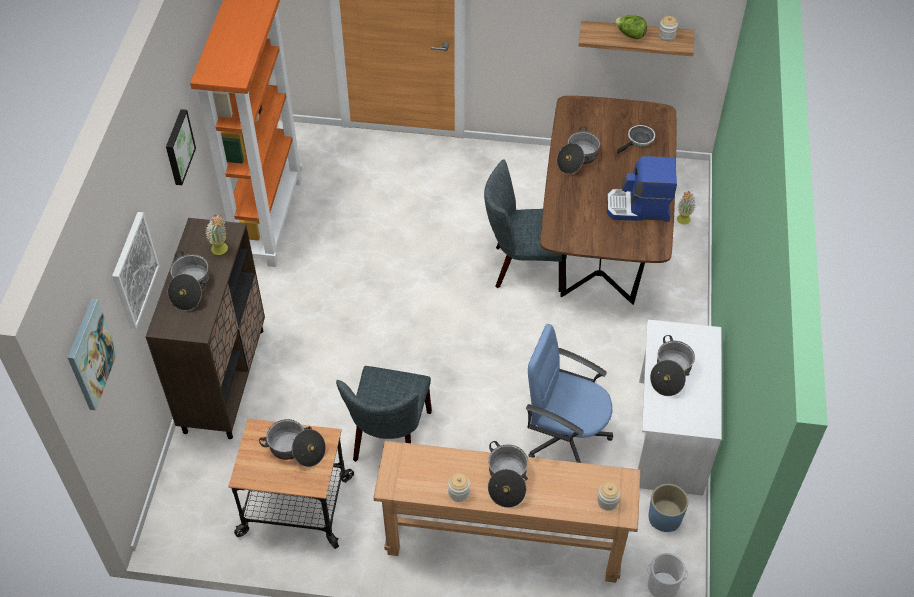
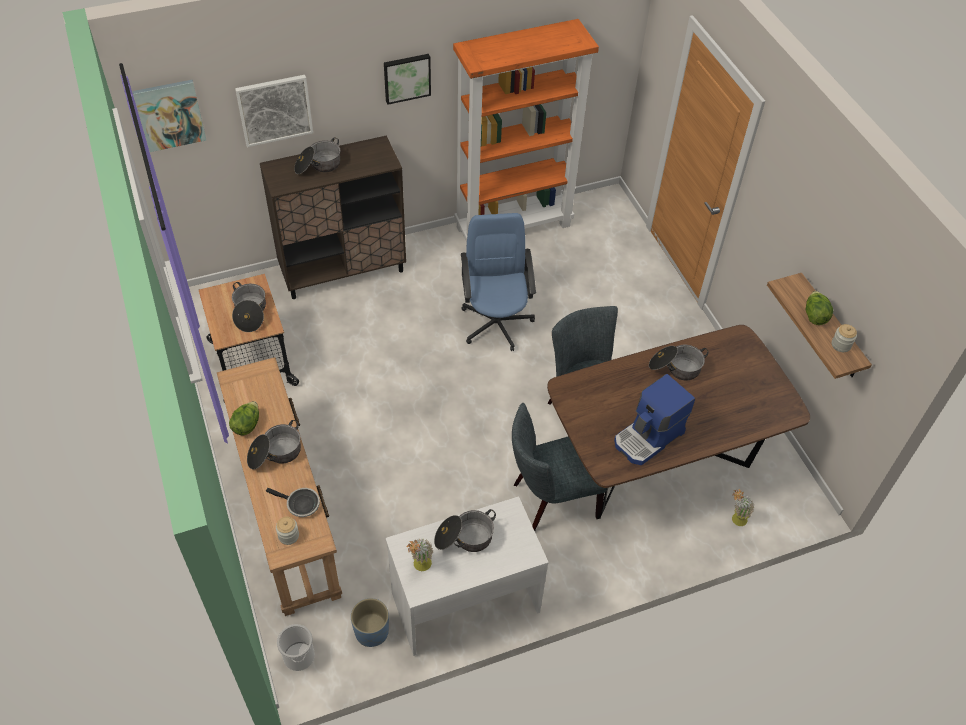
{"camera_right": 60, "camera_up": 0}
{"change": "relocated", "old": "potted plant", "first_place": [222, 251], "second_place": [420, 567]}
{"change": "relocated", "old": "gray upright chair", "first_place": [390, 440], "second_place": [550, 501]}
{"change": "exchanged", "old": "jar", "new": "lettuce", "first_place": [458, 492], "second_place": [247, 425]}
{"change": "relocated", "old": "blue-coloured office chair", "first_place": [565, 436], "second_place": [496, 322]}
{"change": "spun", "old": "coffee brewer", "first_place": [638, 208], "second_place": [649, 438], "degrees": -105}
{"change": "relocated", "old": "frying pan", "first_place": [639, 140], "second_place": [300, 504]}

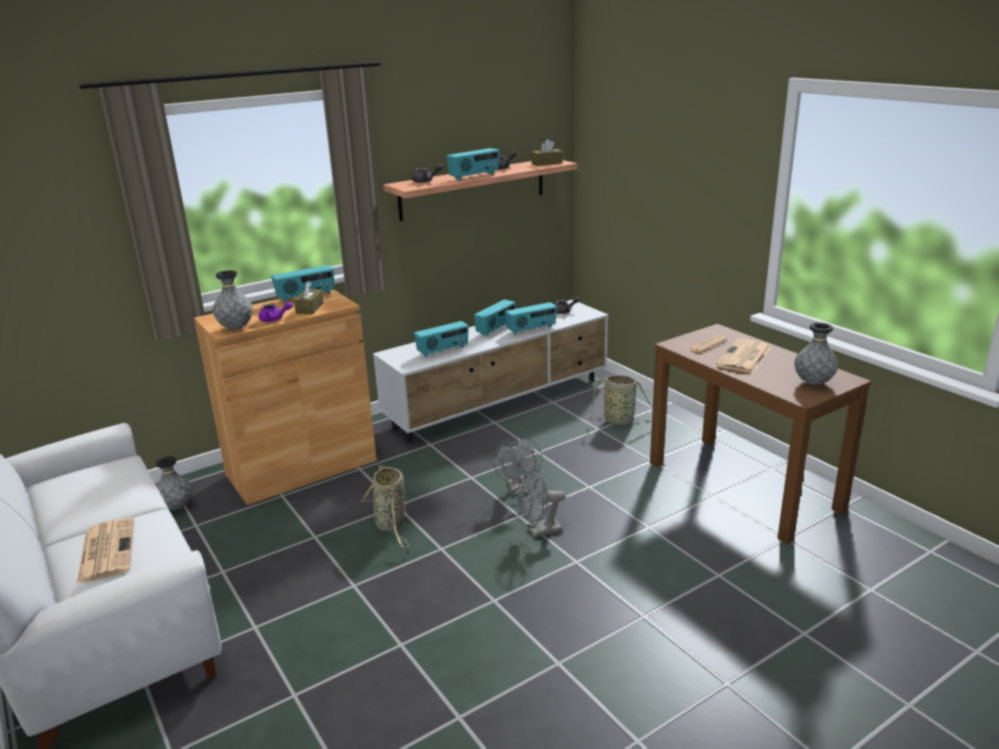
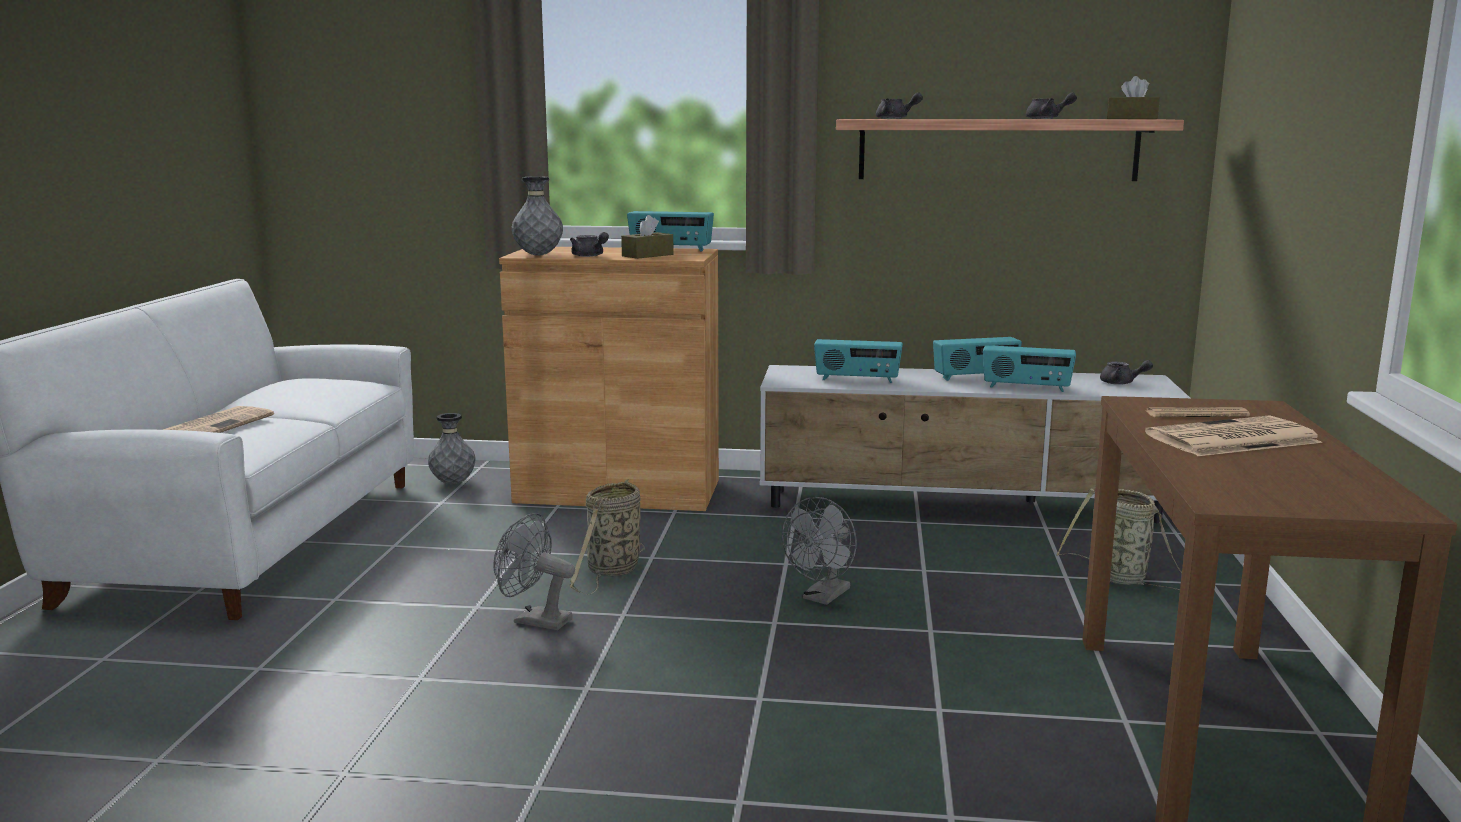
{"camera_right": 40, "camera_up": -10}
{"change": "colour", "old": "purple teapot", "new": "gray teapot", "first_place": [274, 319], "second_place": [589, 256]}
{"change": "missing", "old": "radio receiver", "first_place": [474, 176]}
{"change": "relocated", "old": "gray cooling fan", "first_place": [539, 531], "second_place": [534, 620]}
{"change": "missing", "old": "gray vase", "first_place": [813, 383]}

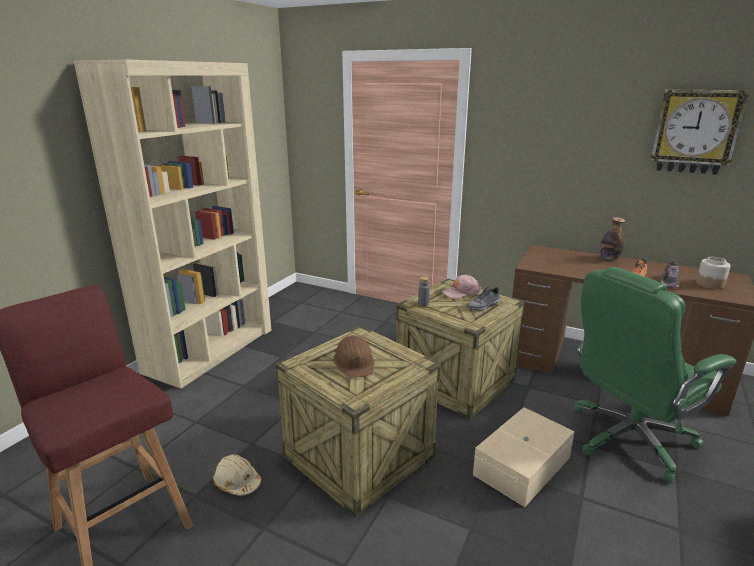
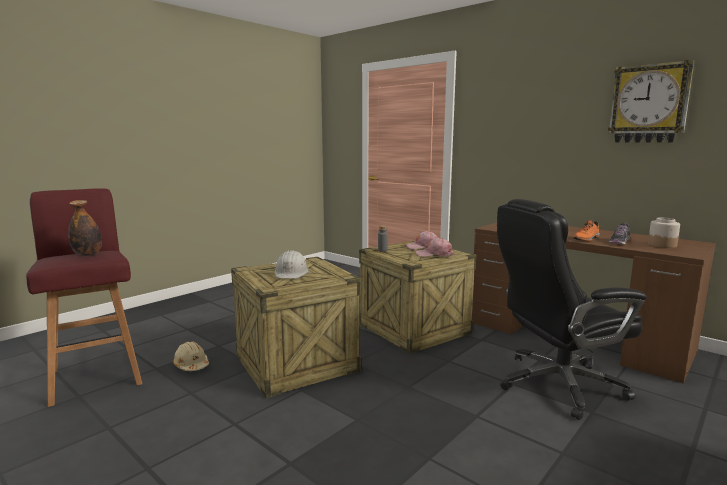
{"camera_right": 15, "camera_up": -10}
{"change": "missing", "old": "beige-coloured shelving unit", "first_place": [211, 350]}
{"change": "colour", "old": "brown hard hat", "new": "white-coloured hard hat", "first_place": [354, 363], "second_place": [291, 272]}
{"change": "exchanged", "old": "gray shoe", "new": "pinkish peaked cap", "first_place": [484, 306], "second_place": [434, 254]}
{"change": "missing", "old": "beige-coloured storage bin", "first_place": [524, 466]}
{"change": "colour", "old": "green office chair", "new": "black office chair", "first_place": [628, 438], "second_place": [556, 384]}
{"change": "relocated", "old": "drink bottle", "first_place": [609, 258], "second_place": [87, 254]}

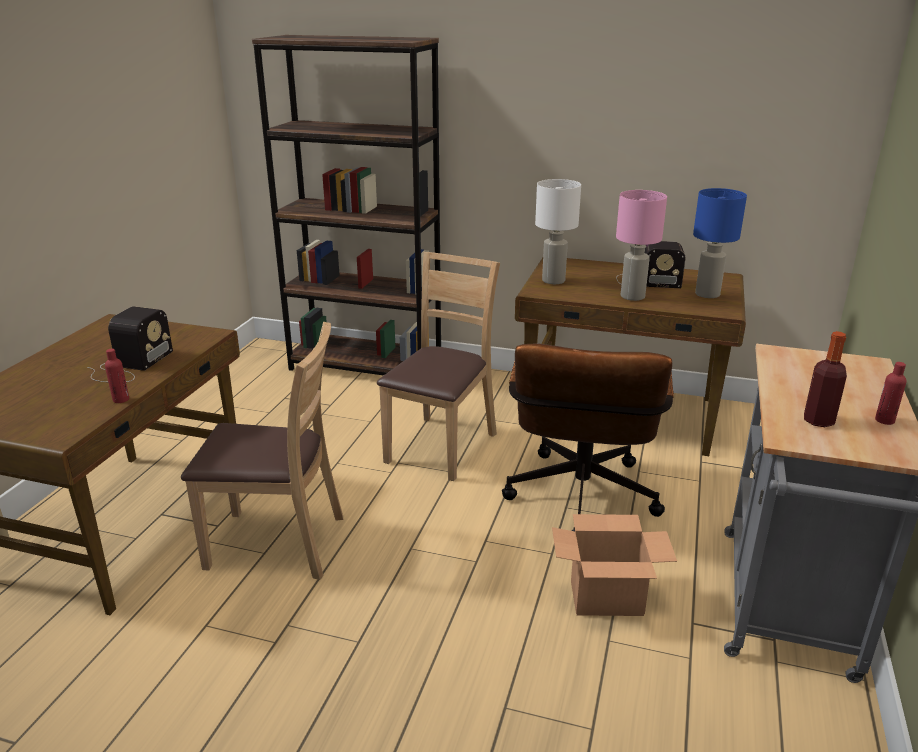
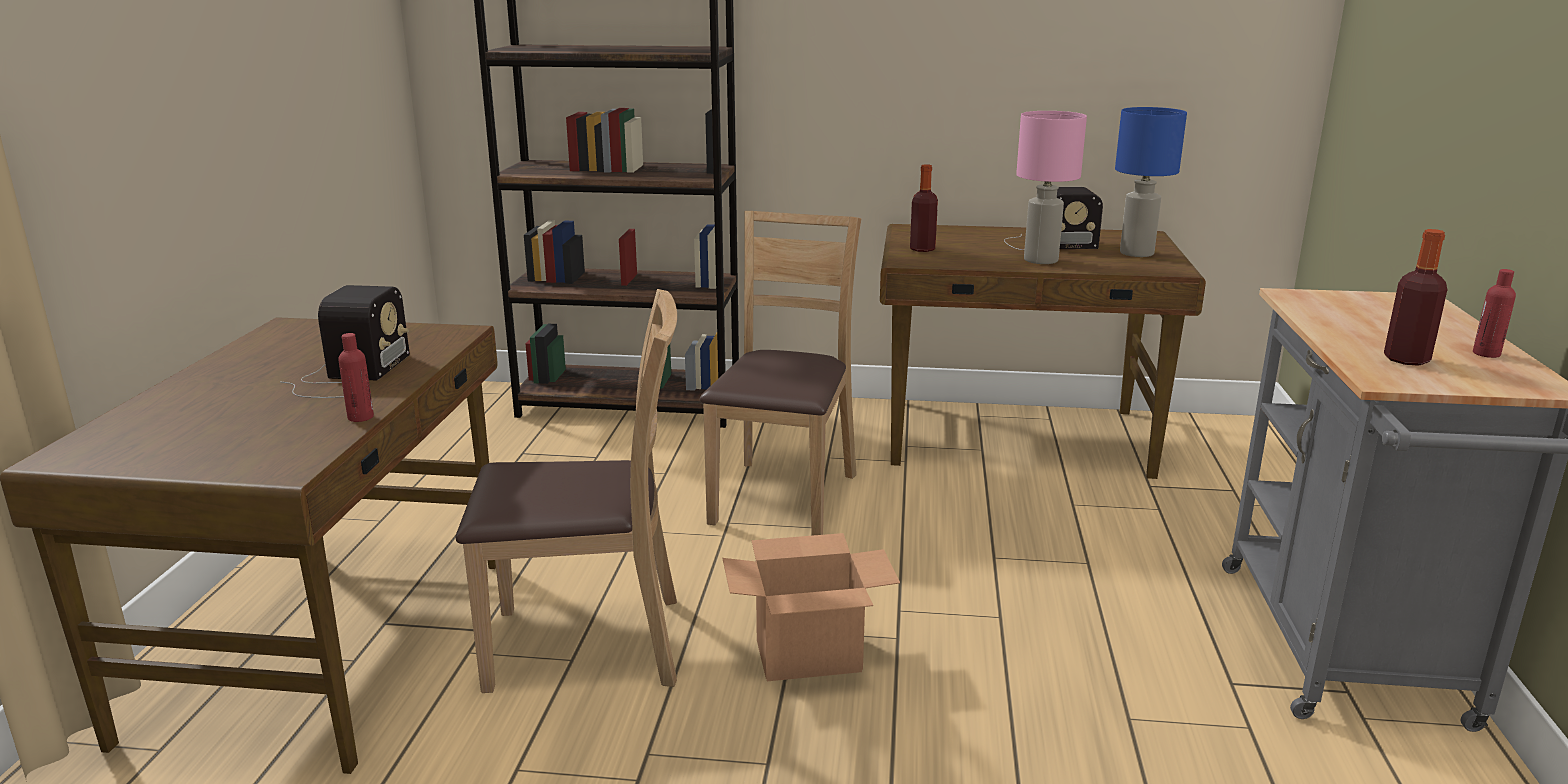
{"camera_right": -10, "camera_up": -5}
{"change": "missing", "old": "brown office chair", "first_place": [580, 502]}
{"change": "exchanged", "old": "white-coloured lamp for a table", "new": "drink bottle", "first_place": [553, 281], "second_place": [922, 249]}
{"change": "relocated", "old": "packing box", "first_place": [607, 598], "second_place": [809, 656]}

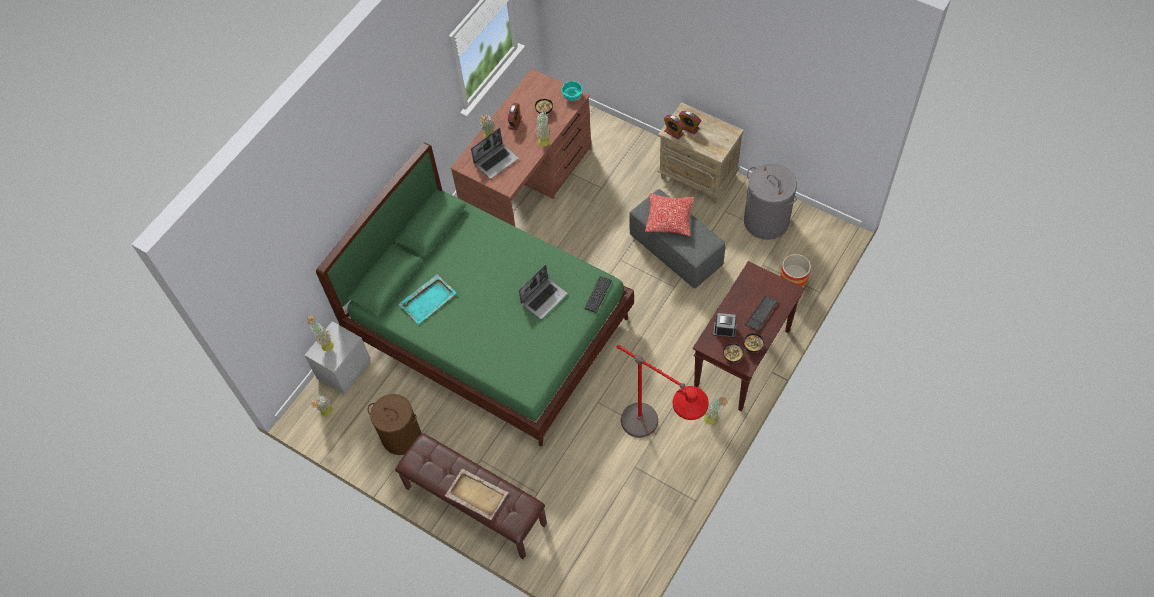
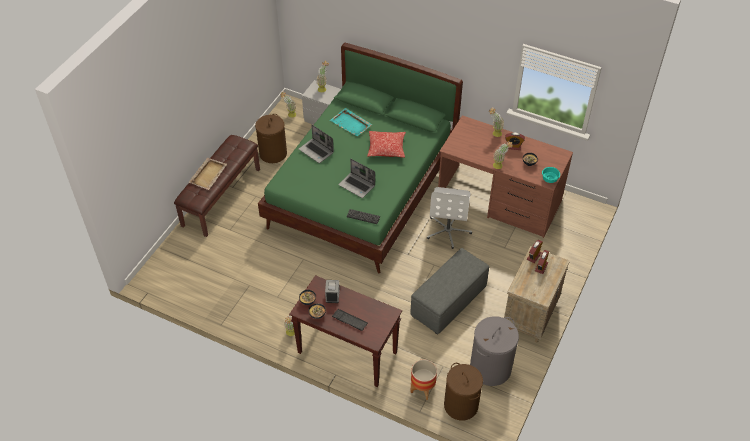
{"camera_right": 80, "camera_up": -10}
{"change": "relocated", "old": "portable computer", "first_place": [496, 161], "second_place": [316, 151]}
{"change": "missing", "old": "reddish standing lamp", "first_place": [657, 439]}
{"change": "relocated", "old": "pillow", "first_place": [669, 219], "second_place": [386, 148]}
{"change": "appeared", "new": "white-coloured office chair", "second_place": [448, 230]}
{"change": "appeared", "new": "brown laundry basket", "second_place": [461, 405]}

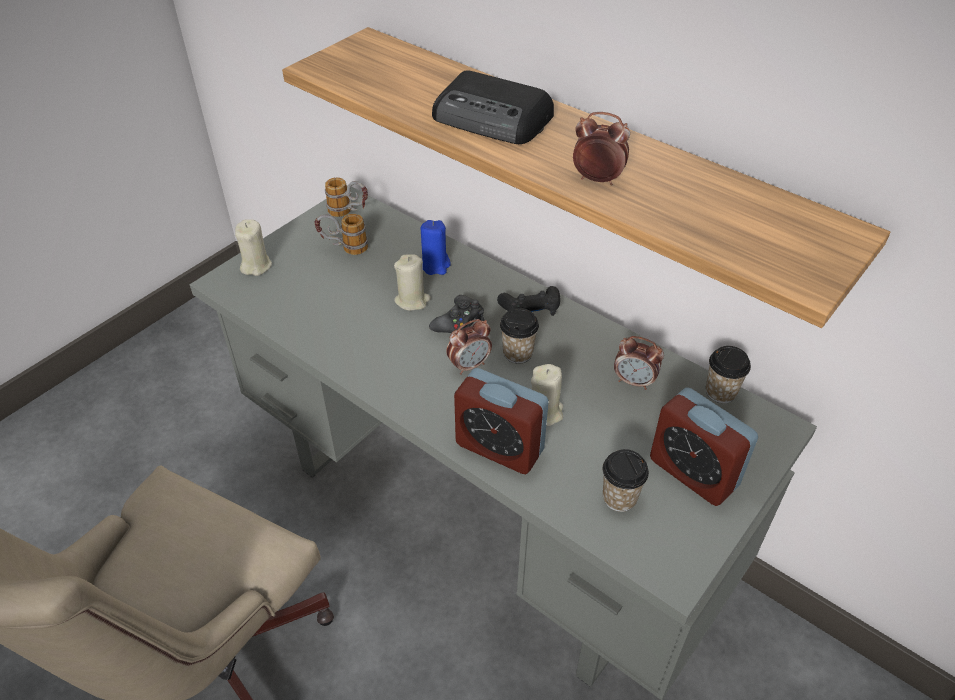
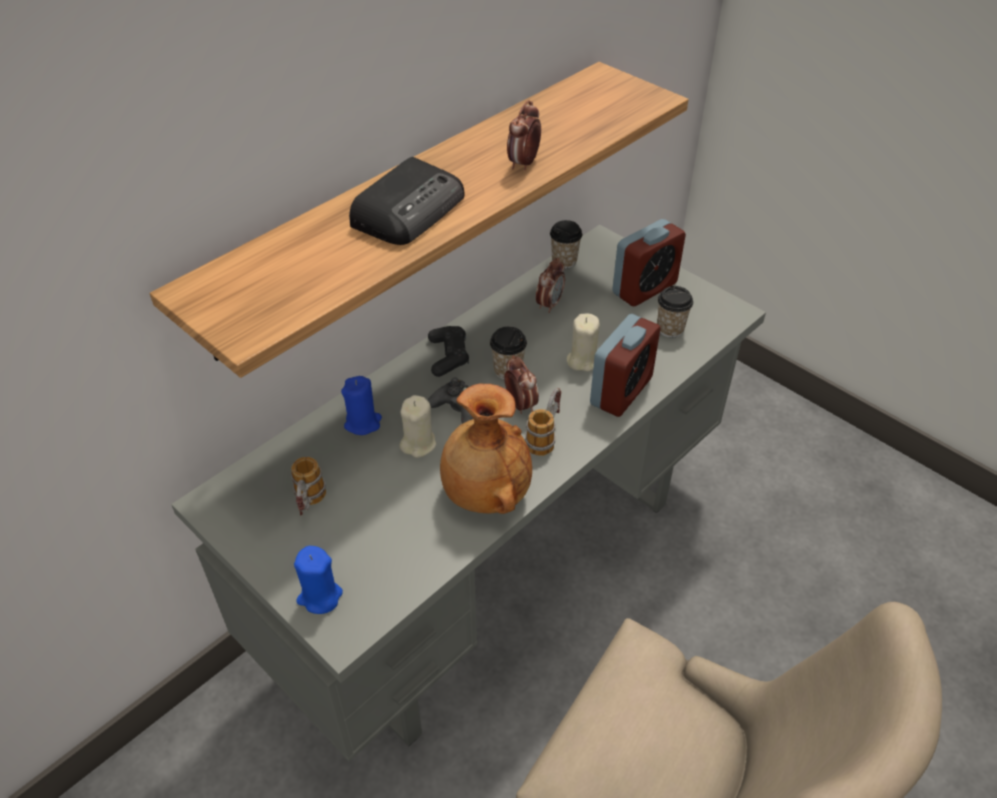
{"camera_right": -85, "camera_up": 0}
{"change": "colour", "old": "beige-coloured candle", "new": "blue-coloured candle", "first_place": [256, 266], "second_place": [320, 596]}
{"change": "relocated", "old": "coffee mug", "first_place": [349, 212], "second_place": [545, 436]}
{"change": "appeared", "new": "brown vase", "second_place": [484, 494]}

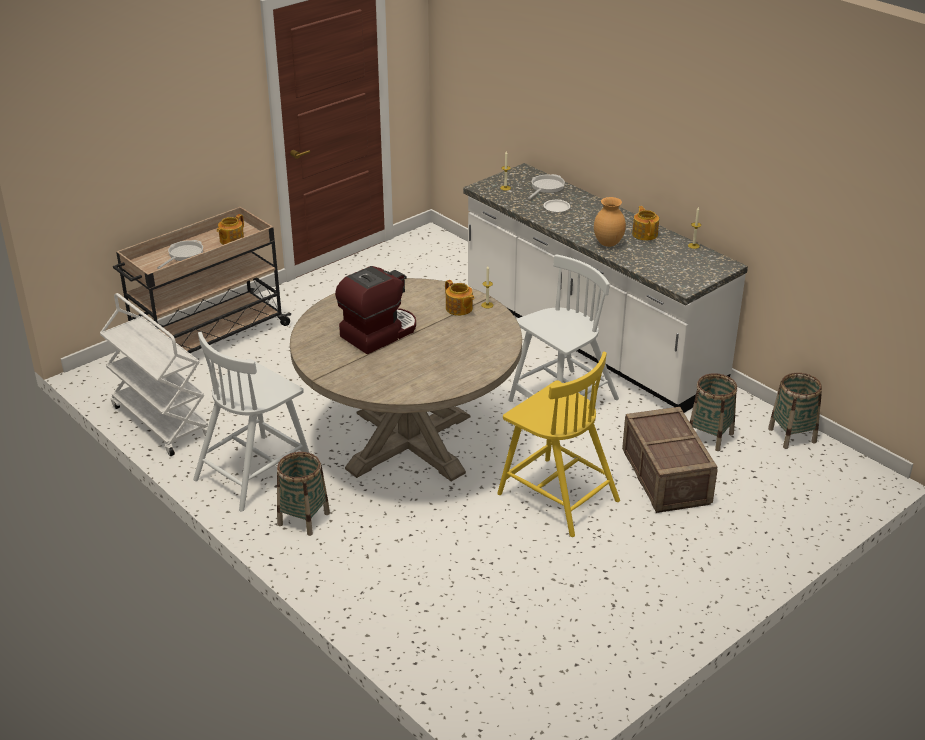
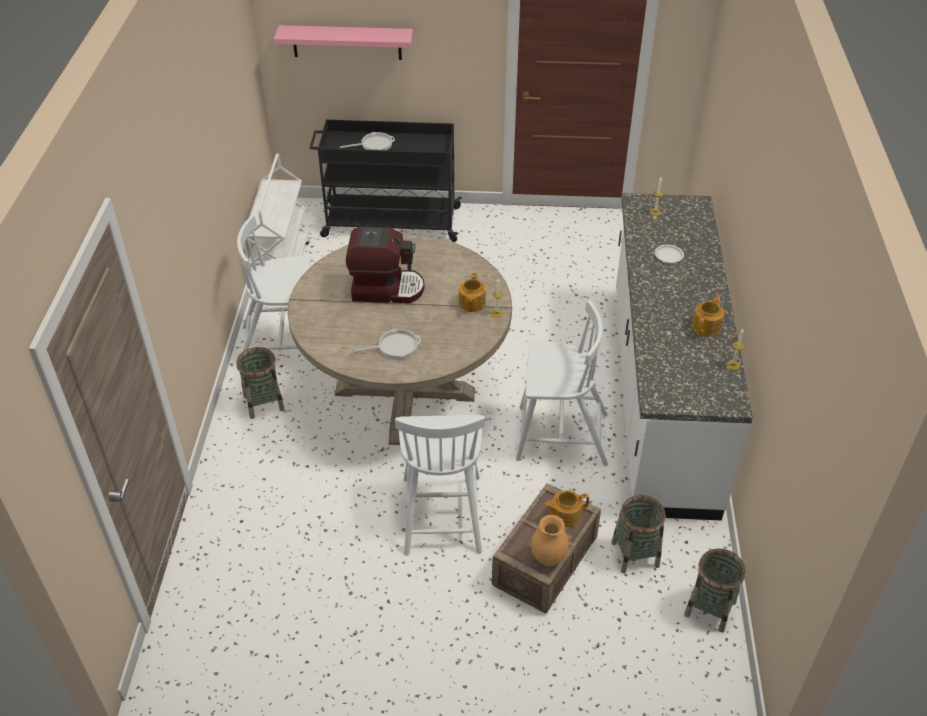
{"camera_right": 45, "camera_up": 10}
{"change": "colour", "old": "beige-coloured cart", "new": "black cart", "first_place": [207, 339], "second_place": [389, 222]}
{"change": "relocated", "old": "teapot", "first_place": [231, 240], "second_place": [565, 515]}
{"change": "colour", "old": "yellowish upright chair", "new": "white-coloured upright chair", "first_place": [556, 496], "second_place": [442, 513]}
{"change": "relocated", "old": "frying pan", "first_place": [546, 187], "second_place": [394, 347]}
{"change": "relocated", "old": "brown vase", "first_place": [608, 244], "second_place": [547, 558]}
{"change": "appeared", "new": "pinkish shelf", "second_place": [347, 42]}

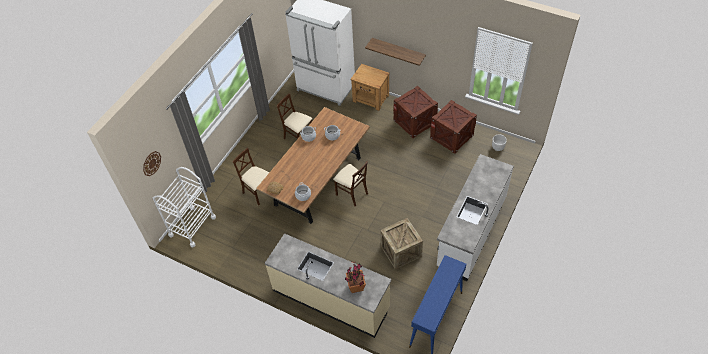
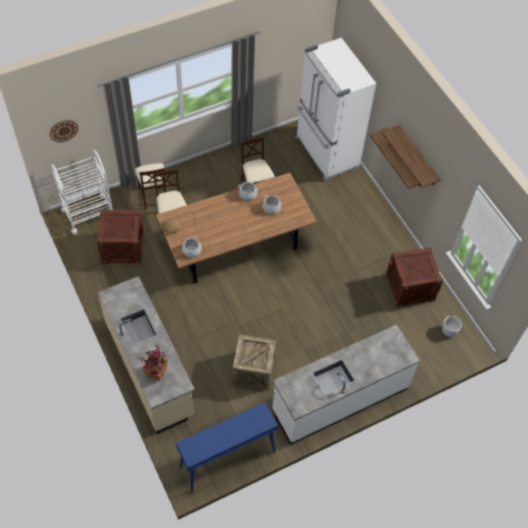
{"camera_right": 30, "camera_up": 5}
{"change": "relocated", "old": "beige-coloured upright chair", "first_place": [352, 193], "second_place": [153, 195]}
{"change": "missing", "old": "brown night table", "first_place": [371, 99]}
{"change": "relocated", "old": "shipping crate", "first_place": [414, 122], "second_place": [123, 247]}
{"change": "appeared", "new": "shelf", "second_place": [418, 157]}

